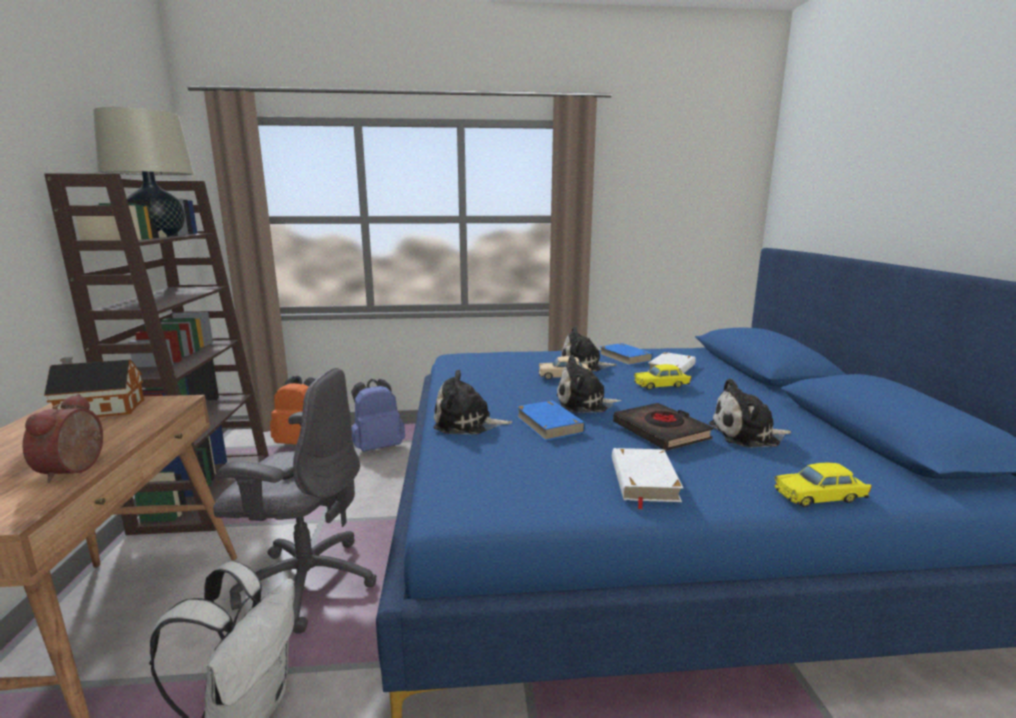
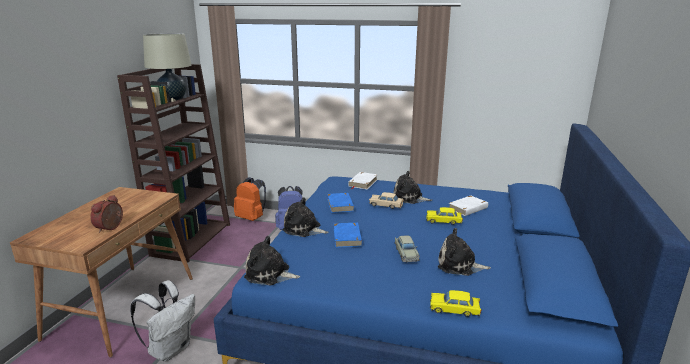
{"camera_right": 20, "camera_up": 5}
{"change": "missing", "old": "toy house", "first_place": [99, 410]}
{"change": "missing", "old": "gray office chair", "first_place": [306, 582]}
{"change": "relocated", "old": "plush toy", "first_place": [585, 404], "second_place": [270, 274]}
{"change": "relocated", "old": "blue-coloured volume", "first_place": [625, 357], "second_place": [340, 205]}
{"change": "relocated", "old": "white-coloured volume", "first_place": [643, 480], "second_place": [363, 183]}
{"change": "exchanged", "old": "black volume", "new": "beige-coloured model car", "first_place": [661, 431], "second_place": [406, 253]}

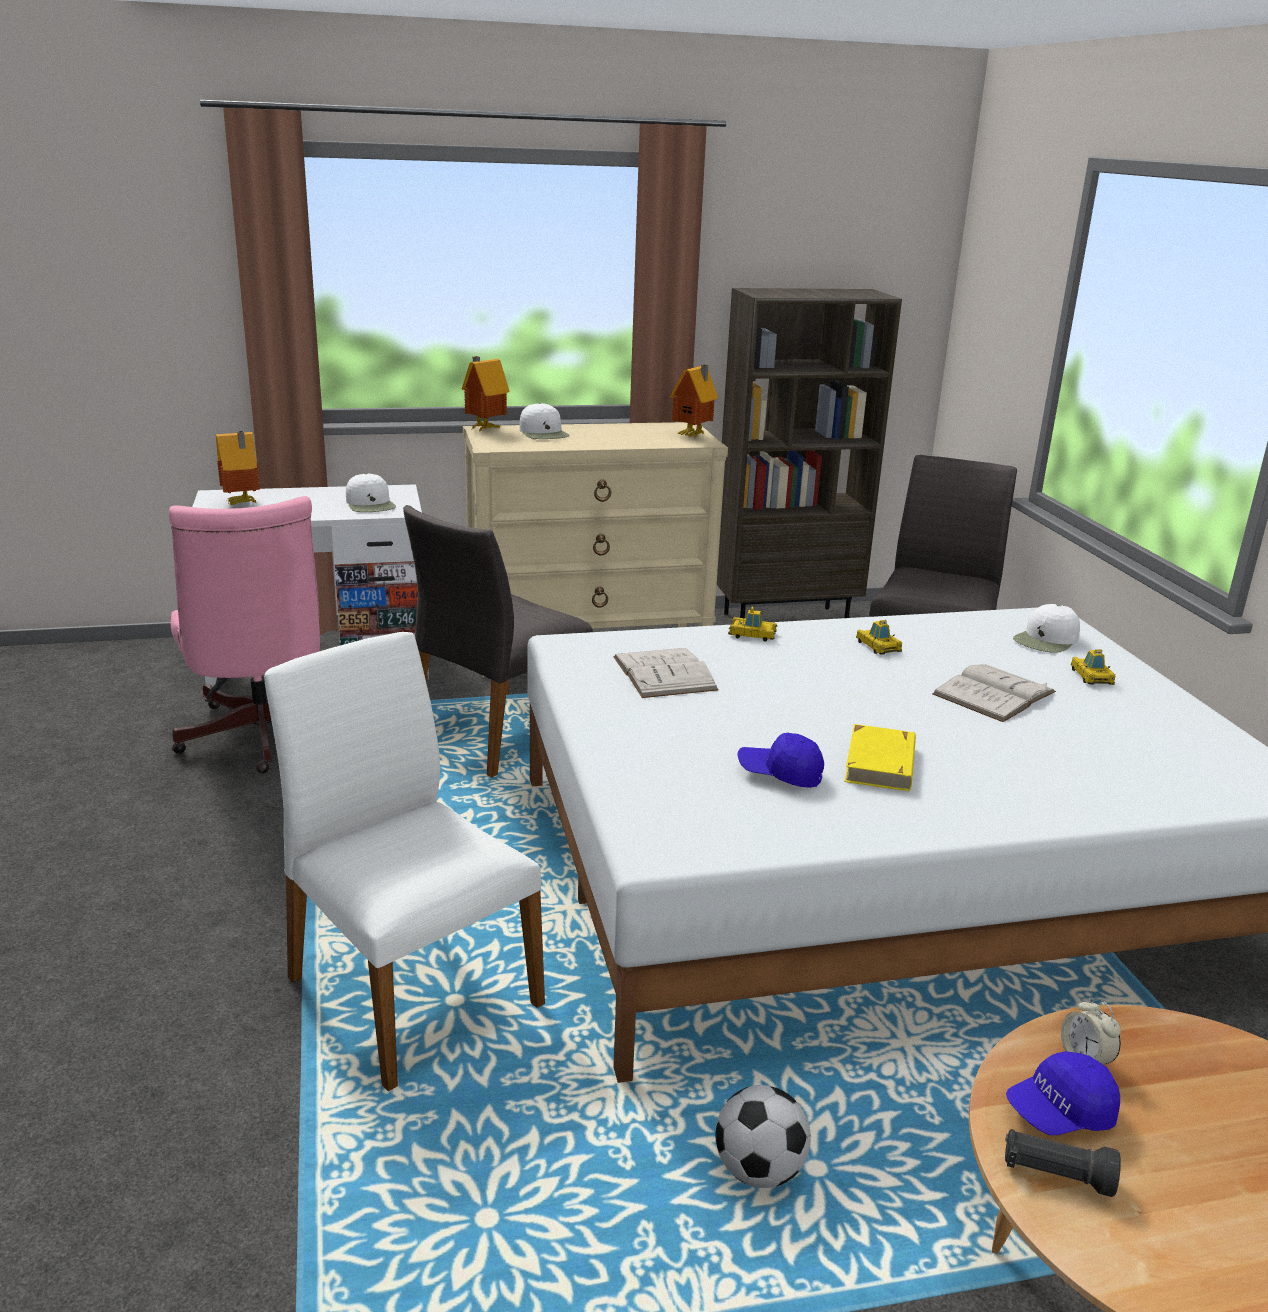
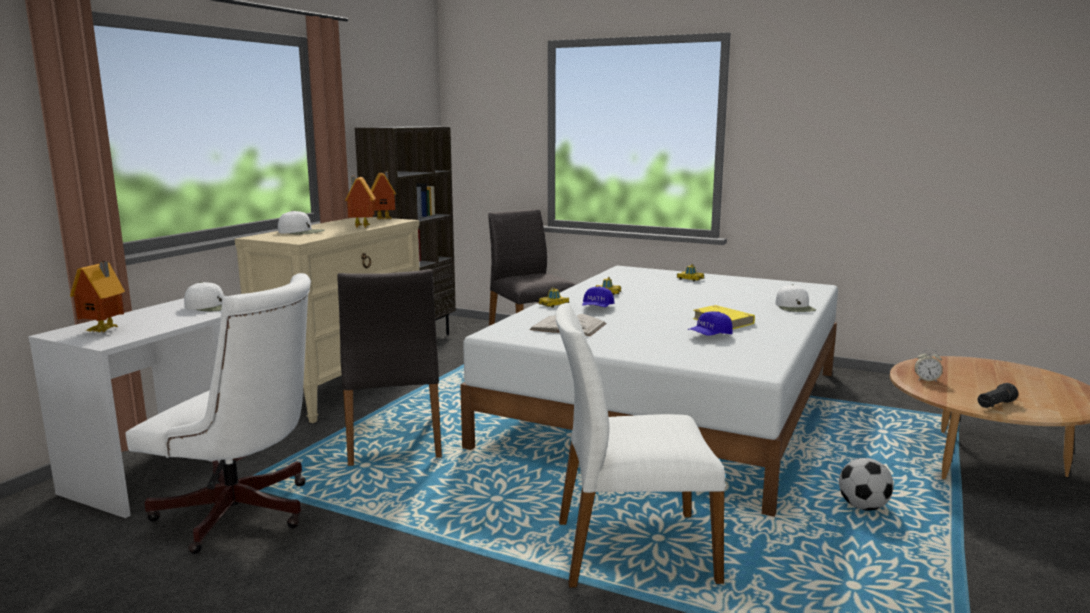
{"camera_right": -50, "camera_up": -10}
{"change": "colour", "old": "pinkish office chair", "new": "white-coloured office chair", "first_place": [261, 739], "second_place": [242, 515]}
{"change": "relocated", "old": "toy house", "first_place": [484, 428], "second_place": [360, 227]}
{"change": "missing", "old": "white-coloured volume", "first_place": [994, 693]}
{"change": "relocated", "old": "blue-coloured peaked cap", "first_place": [1060, 1113], "second_place": [597, 308]}
{"change": "relocated", "old": "white-coloured peaked cap", "first_place": [1046, 640], "second_place": [795, 307]}

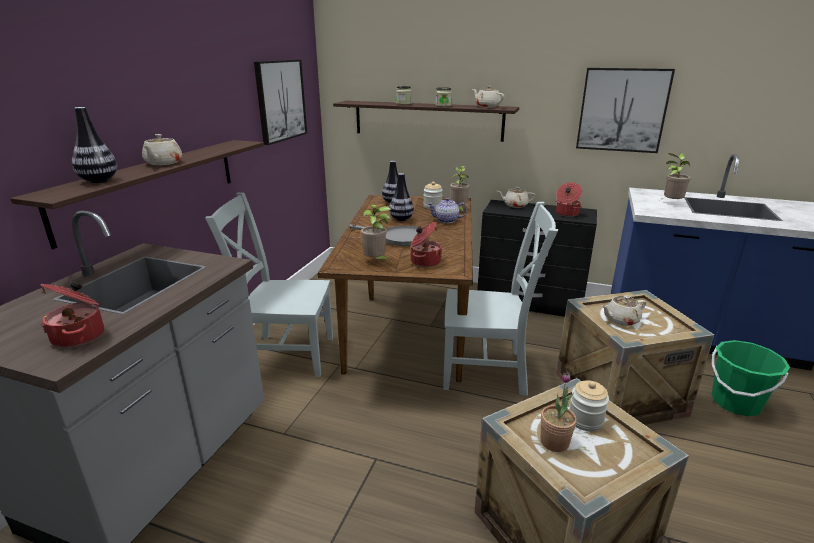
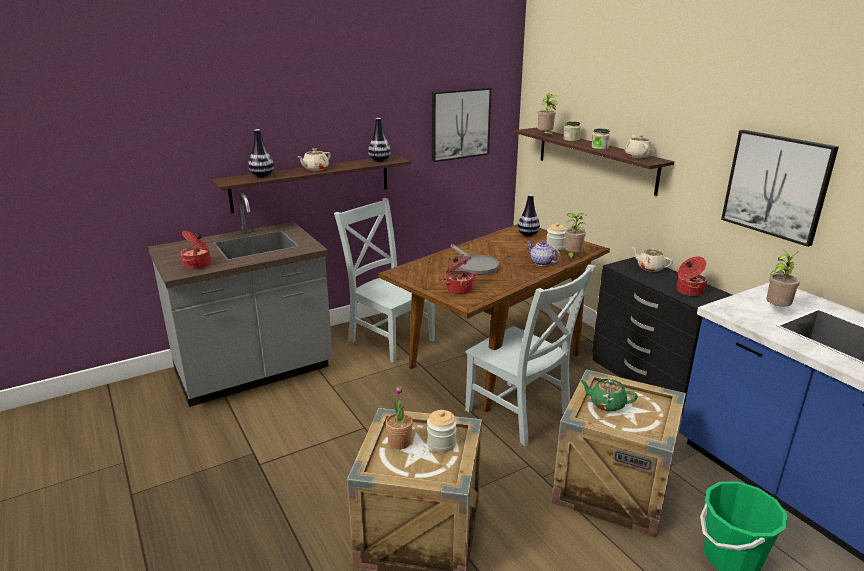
{"camera_right": 40, "camera_up": 0}
{"change": "relocated", "old": "potted plant", "first_place": [376, 261], "second_place": [545, 136]}
{"change": "relocated", "old": "vase", "first_place": [401, 219], "second_place": [379, 160]}
{"change": "colour", "old": "beige-coloured teapot", "new": "green teapot", "first_place": [621, 320], "second_place": [606, 404]}

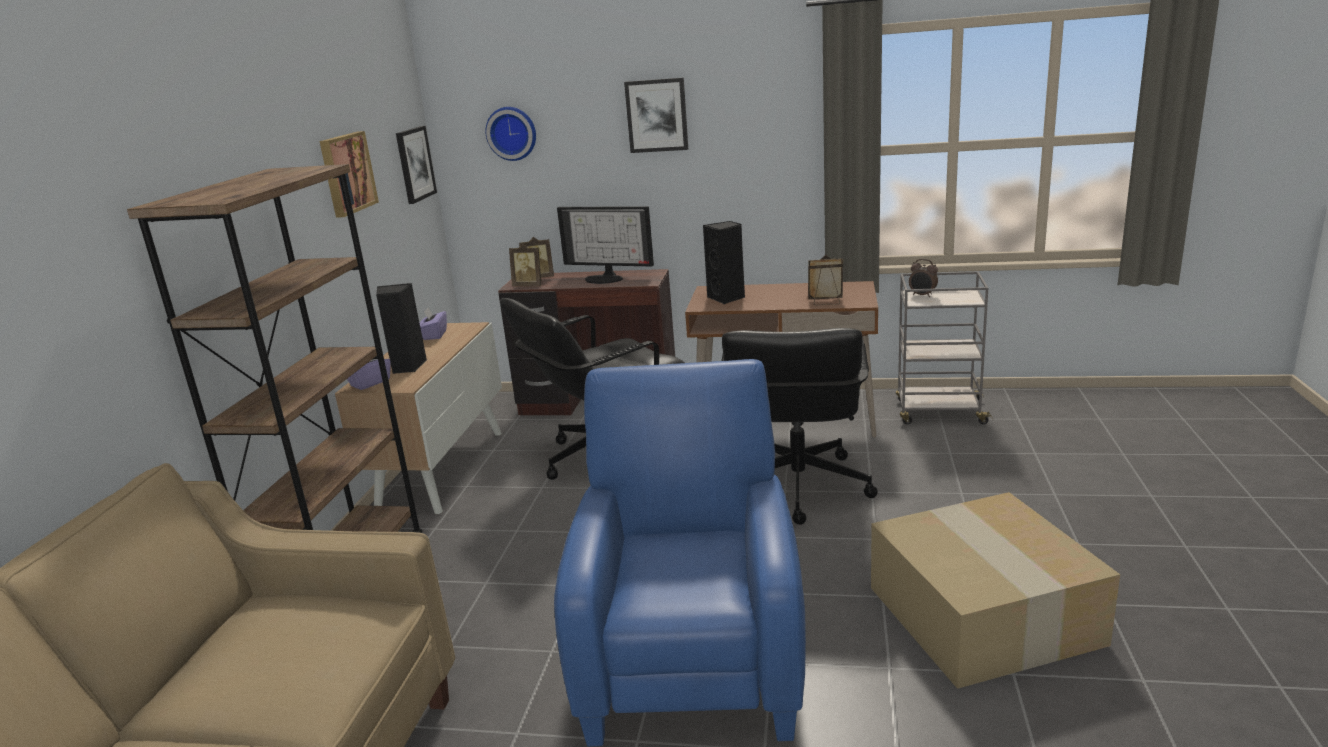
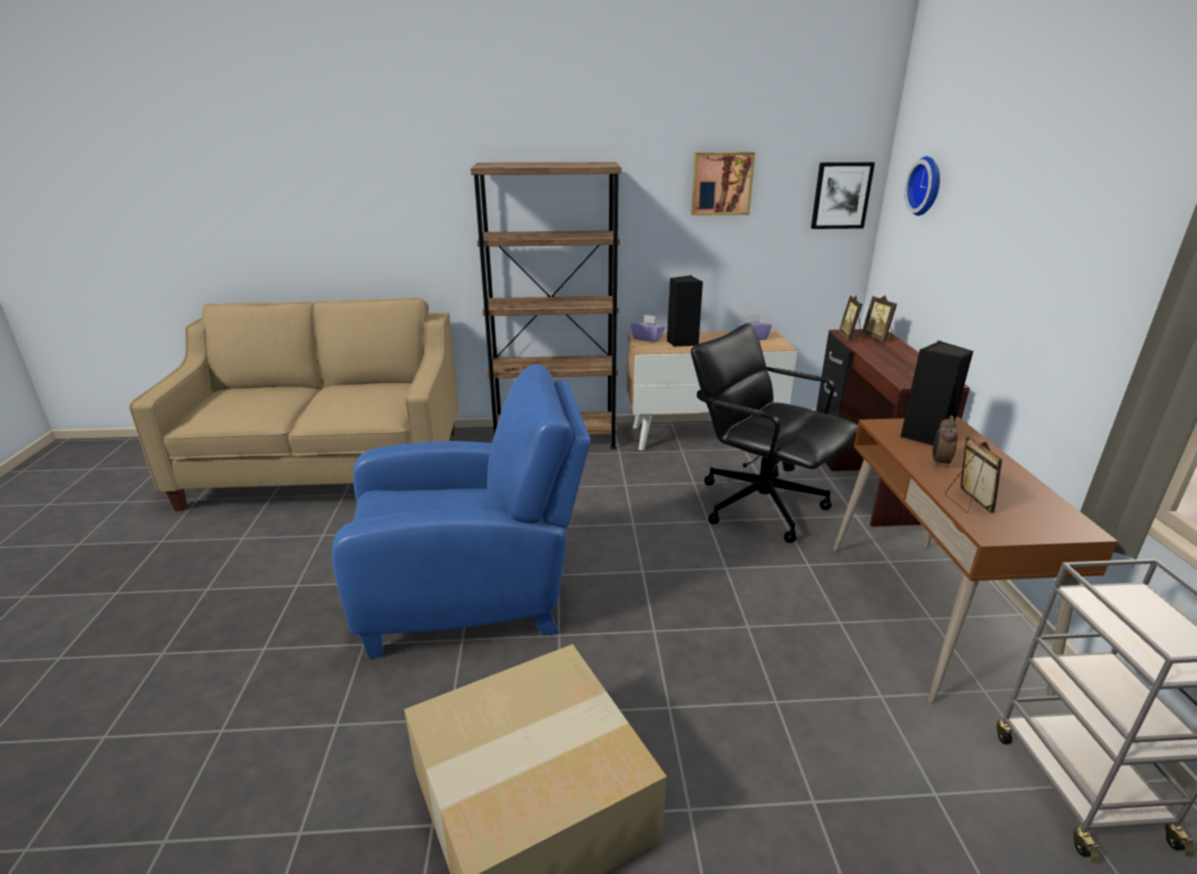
{"camera_right": 75, "camera_up": 5}
{"change": "missing", "old": "monitor", "first_place": [606, 278]}
{"change": "missing", "old": "wall art", "first_place": [657, 115]}
{"change": "missing", "old": "black office chair", "first_place": [797, 487]}
{"change": "relocated", "old": "alarm clock", "first_place": [922, 295], "second_place": [939, 462]}

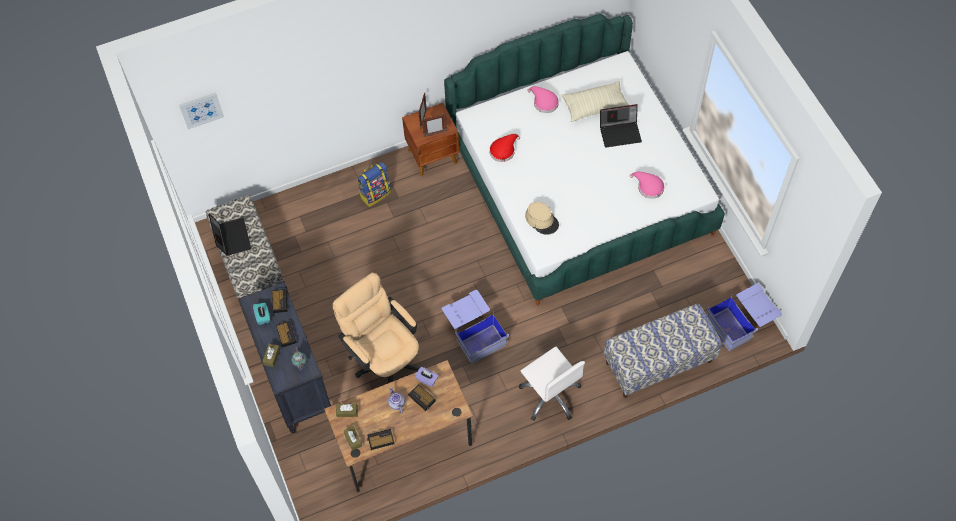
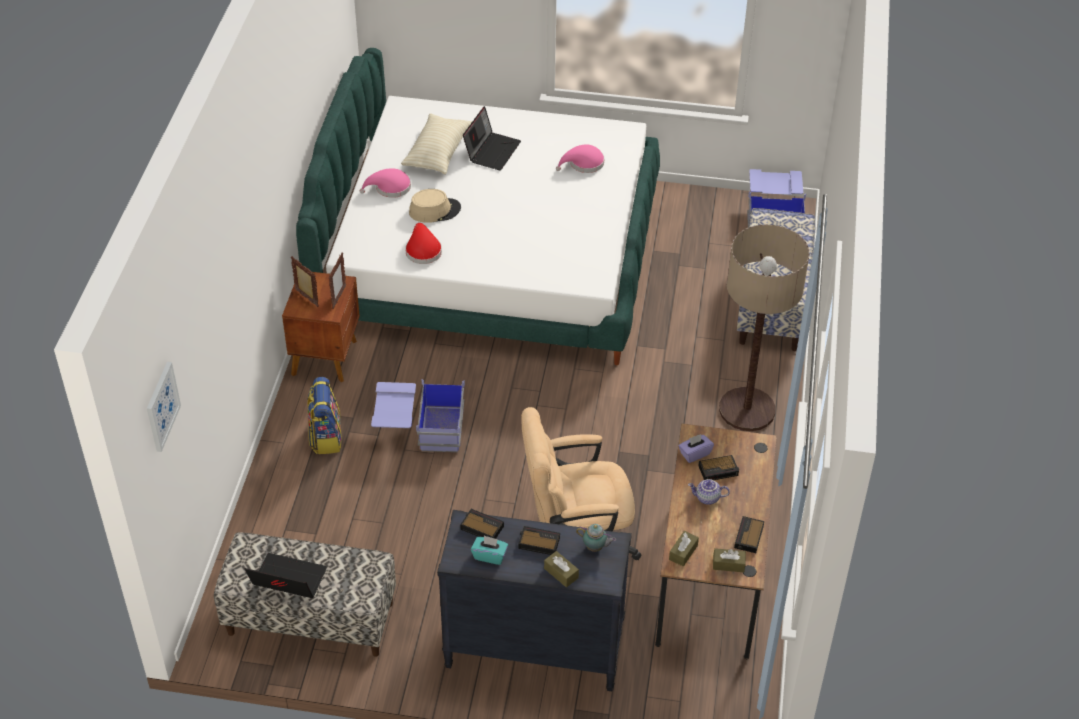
{"camera_right": -60, "camera_up": -15}
{"change": "relocated", "old": "blue-coloured storage bin", "first_place": [474, 332], "second_place": [419, 429]}
{"change": "exchanged", "old": "white-coloured office chair", "new": "standing lamp", "first_place": [550, 395], "second_place": [747, 410]}
{"change": "relocated", "old": "beige-coloured wearable hat", "first_place": [542, 220], "second_place": [434, 210]}

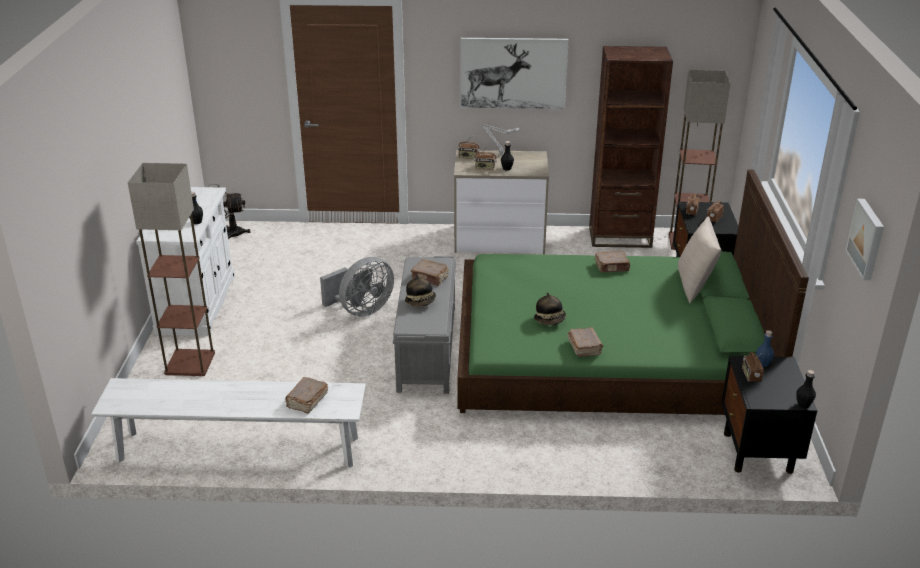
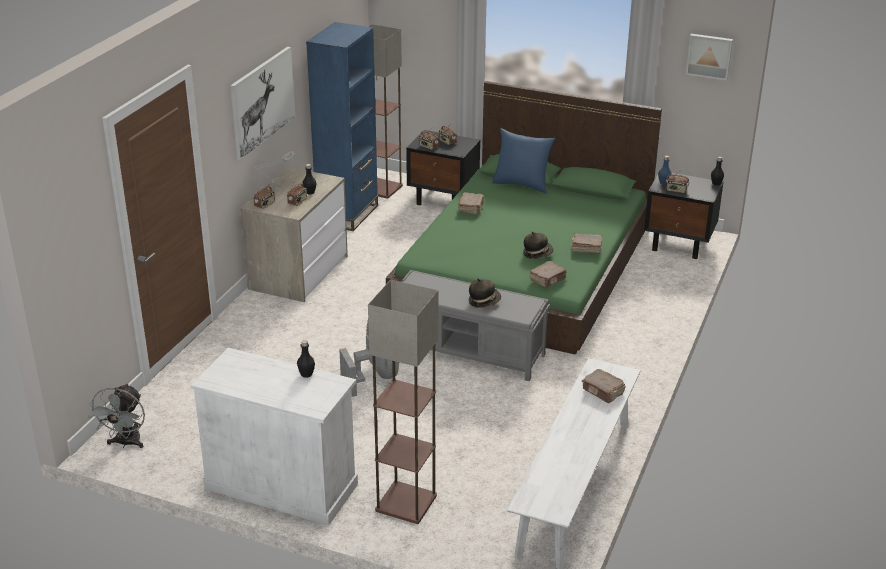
{"camera_right": -70, "camera_up": 0}
{"change": "relocated", "old": "brown volume", "first_place": [430, 278], "second_place": [548, 280]}
{"change": "colour", "old": "brown shelving unit", "new": "blue-coloured shelving unit", "first_place": [620, 237], "second_place": [347, 214]}
{"change": "colour", "old": "beige-coloured pillow", "new": "blue-coloured pillow", "first_place": [694, 286], "second_place": [522, 184]}

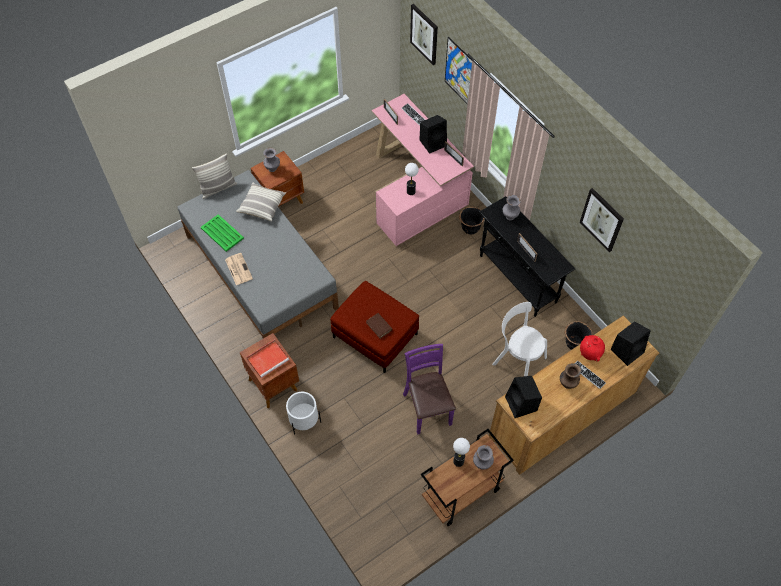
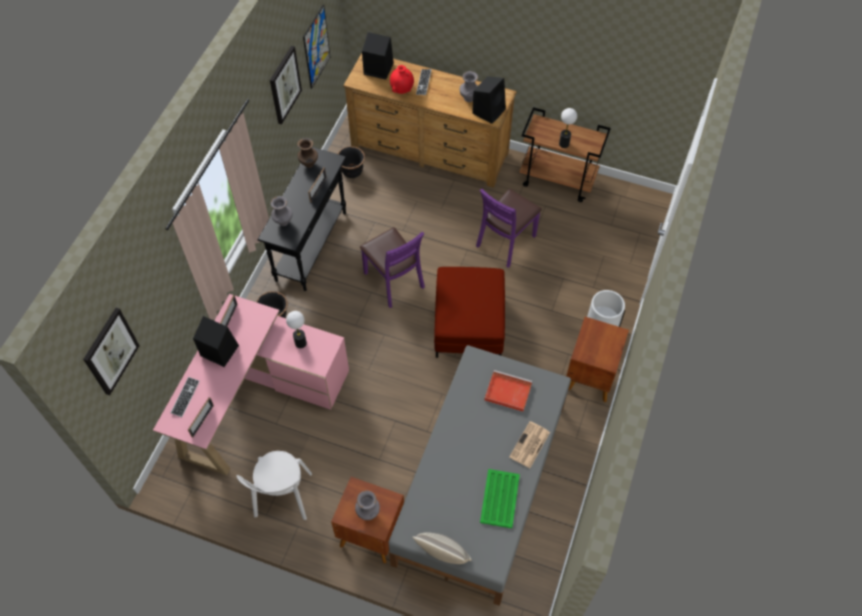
{"camera_right": -125, "camera_up": 0}
{"change": "missing", "old": "pillow", "first_place": [262, 206]}
{"change": "relocated", "old": "reddish tray", "first_place": [268, 359], "second_place": [507, 392]}
{"change": "missing", "old": "brown volume", "first_place": [379, 326]}
{"change": "relocated", "old": "wall art", "first_place": [459, 71], "second_place": [316, 47]}
{"change": "relocated", "old": "gray vase", "first_place": [482, 463], "second_place": [468, 98]}
{"change": "relocated", "old": "white-coloured upright chair", "first_place": [517, 359], "second_place": [282, 497]}
{"change": "relocated", "old": "brown vase", "first_place": [567, 384], "second_place": [309, 164]}
{"change": "appeared", "new": "purple upright chair", "second_place": [394, 281]}

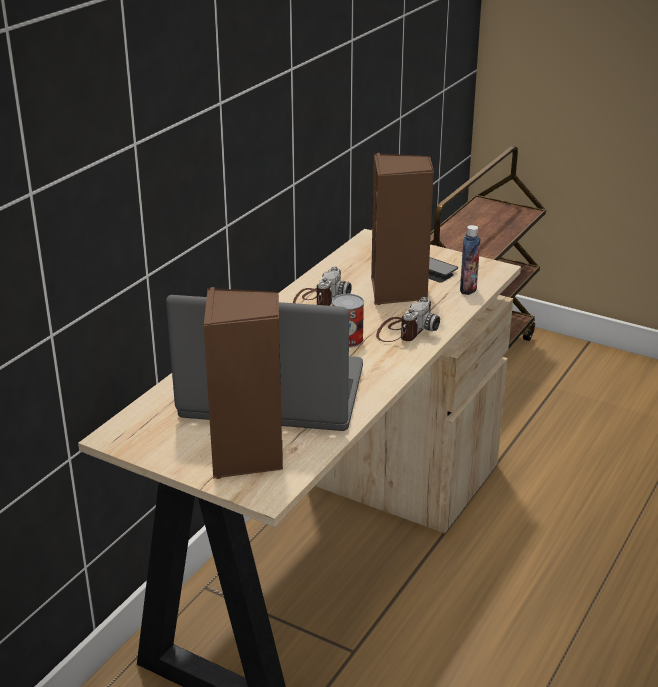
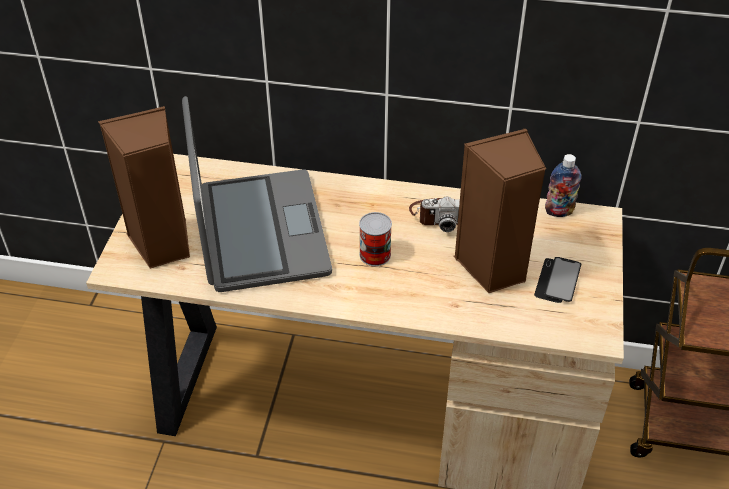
{"camera_right": 70, "camera_up": 15}
{"change": "missing", "old": "photo camera", "first_place": [404, 330]}
{"change": "relocated", "old": "drink bottle", "first_place": [468, 289], "second_place": [559, 211]}

